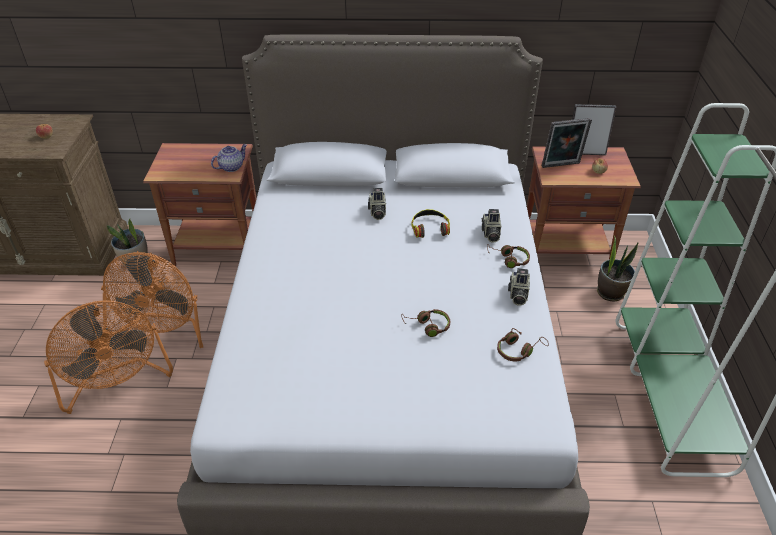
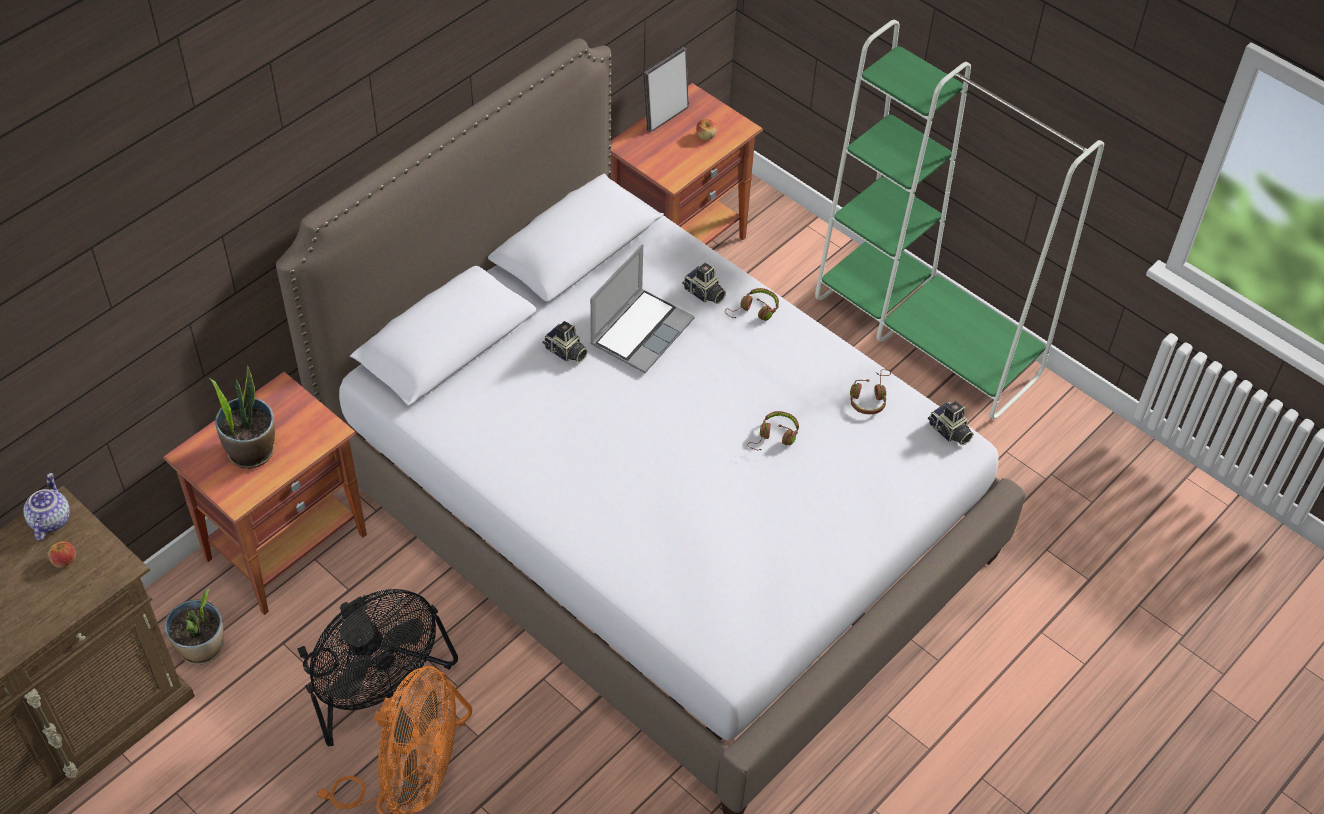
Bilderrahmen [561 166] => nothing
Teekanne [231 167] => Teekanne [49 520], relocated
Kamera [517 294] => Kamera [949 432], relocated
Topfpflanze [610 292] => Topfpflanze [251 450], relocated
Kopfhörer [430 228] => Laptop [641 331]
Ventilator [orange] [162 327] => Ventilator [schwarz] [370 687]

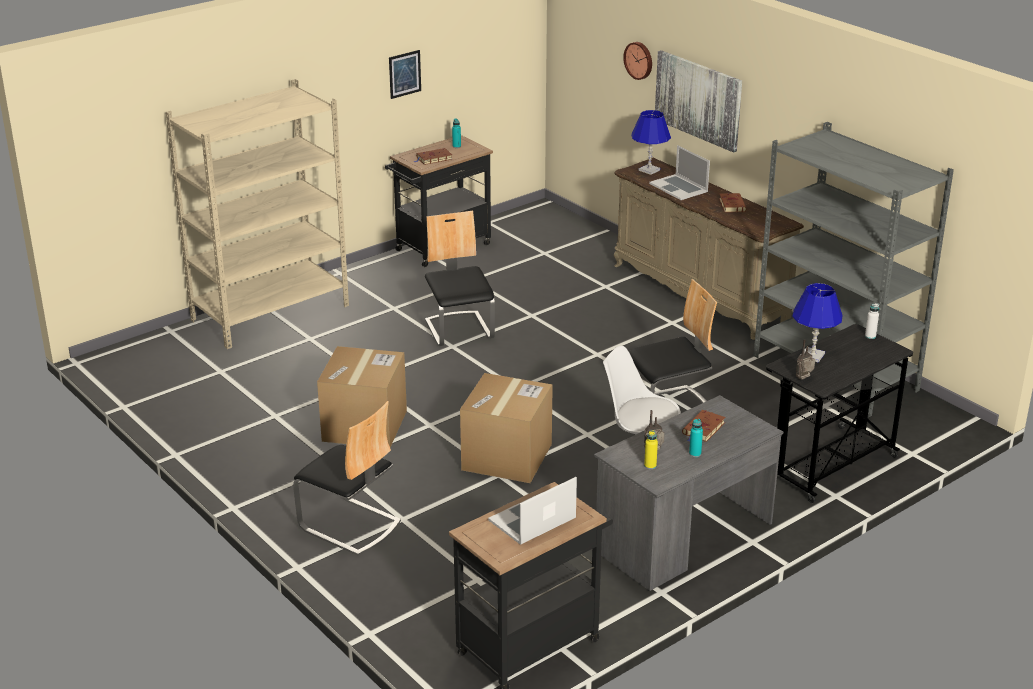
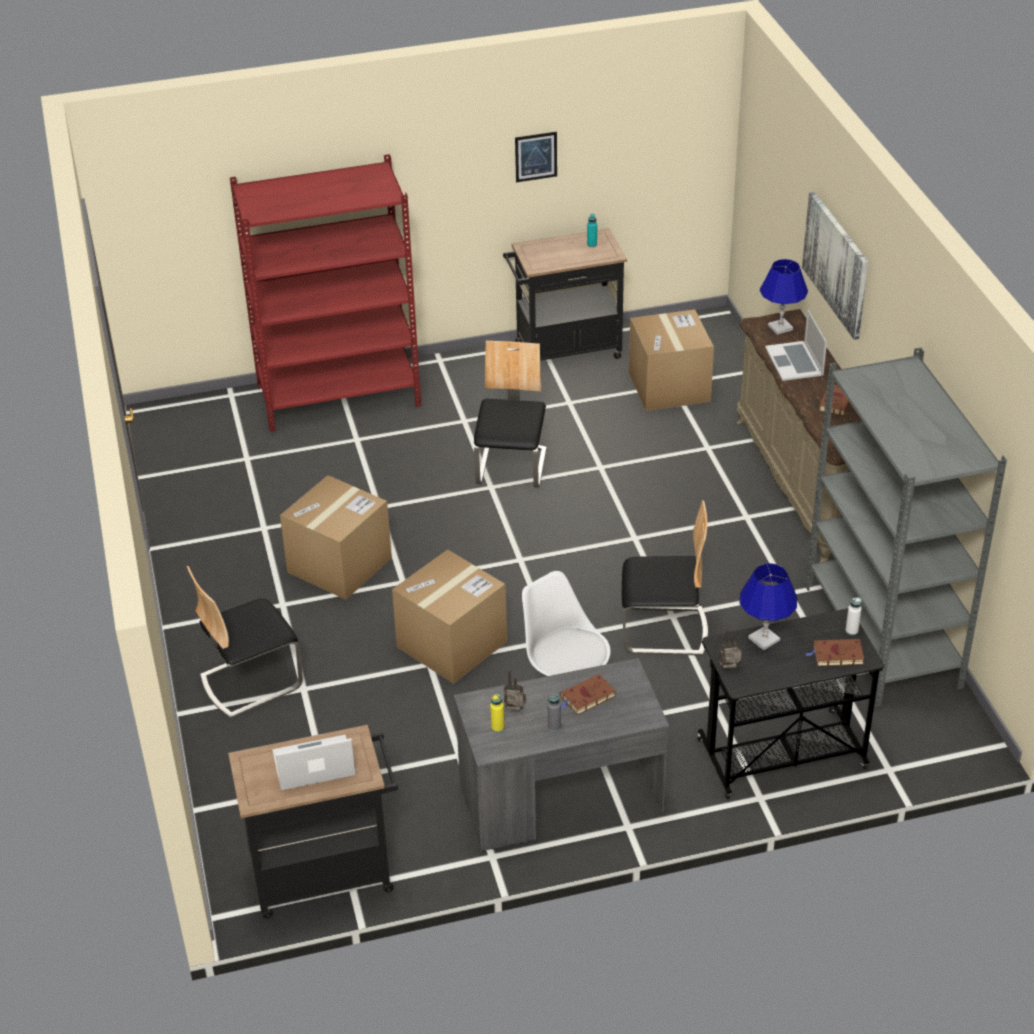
Wanduhr [639 60] => nothing
nothing => Karton [669 387]
Buch [braun] [433 159] => Buch [braun] [836 655], relocated
Bücherregal [beige] [270 313] => Bücherregal [rot] [339 396]
Flasche [türkis] [695 454] => Flasche [grau] [554 726]
Stuhl [350 525] => Stuhl [250 681], 90 degrees clockwise

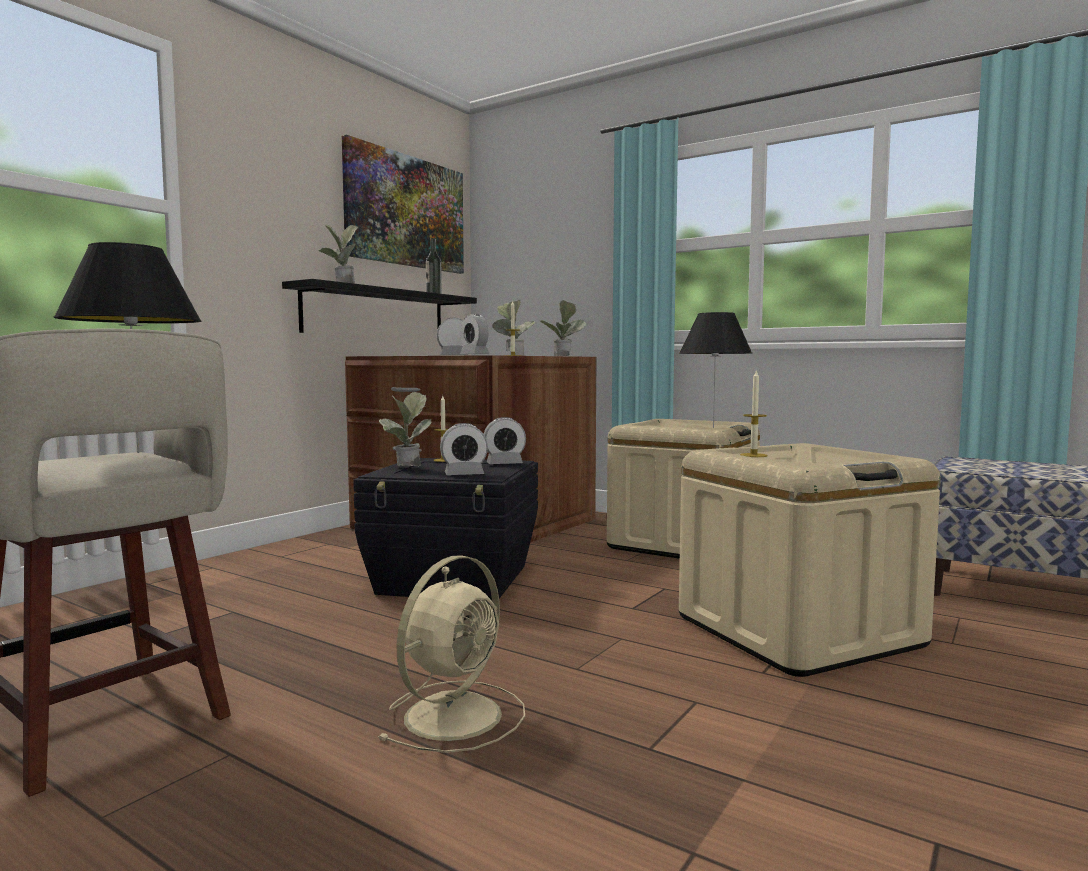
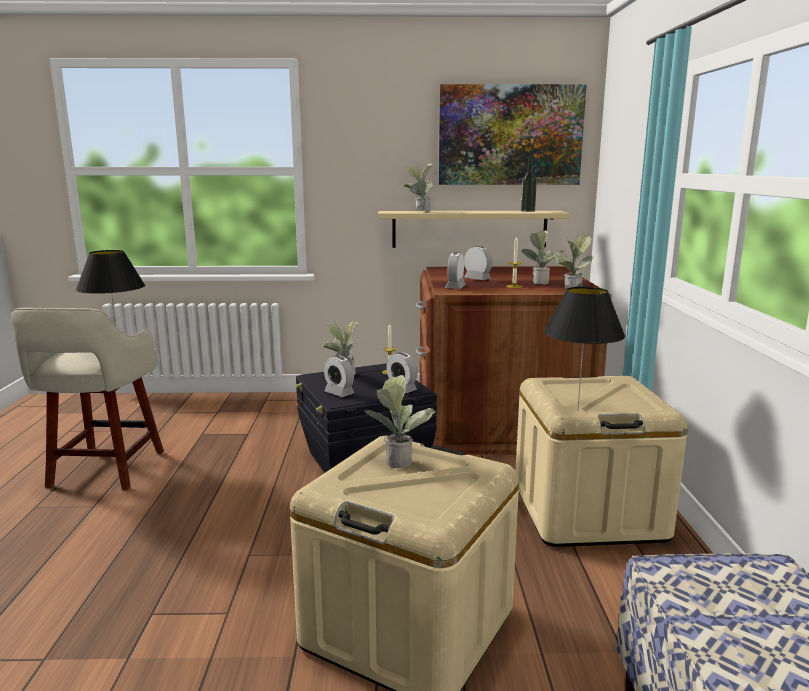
Ventilator [beige] [456 714] => nothing
Kerze [753 455] => Topfpflanze [398 459]
Wandregal [schwarz] [376 313] => Wandregal [beige] [469 229]

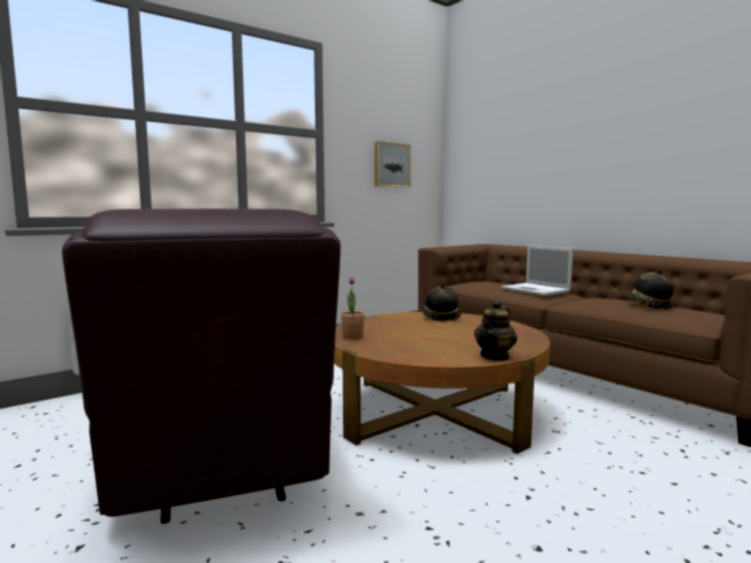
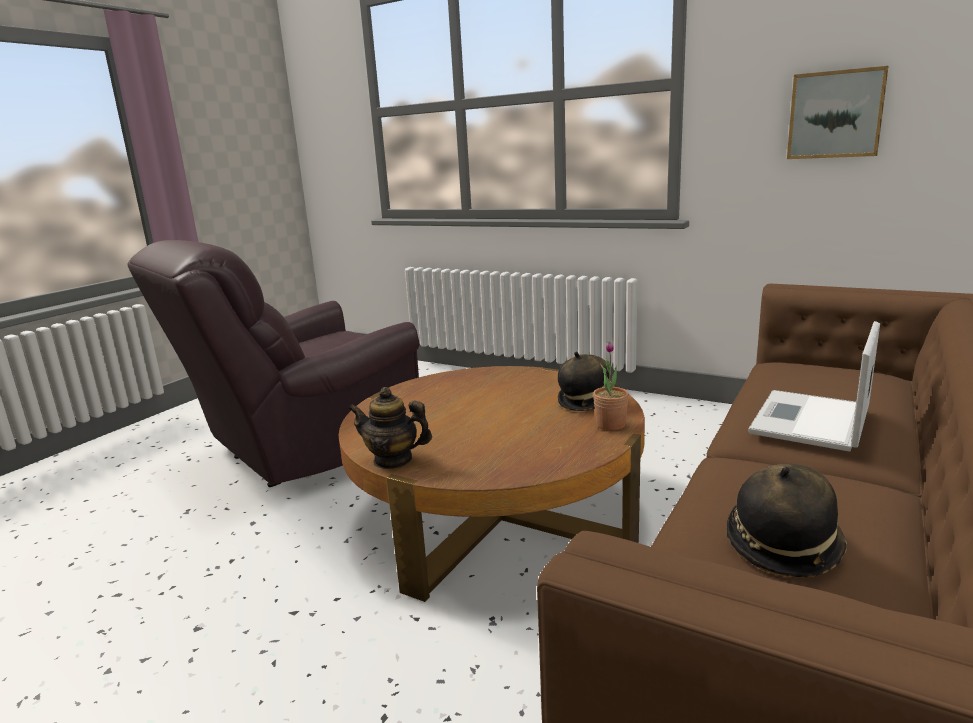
Topfpflanze [352 337] => Topfpflanze [610 425], relocated

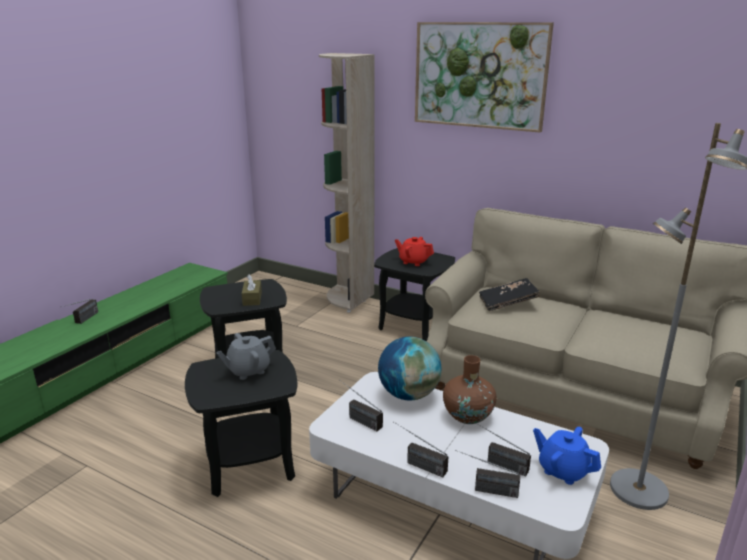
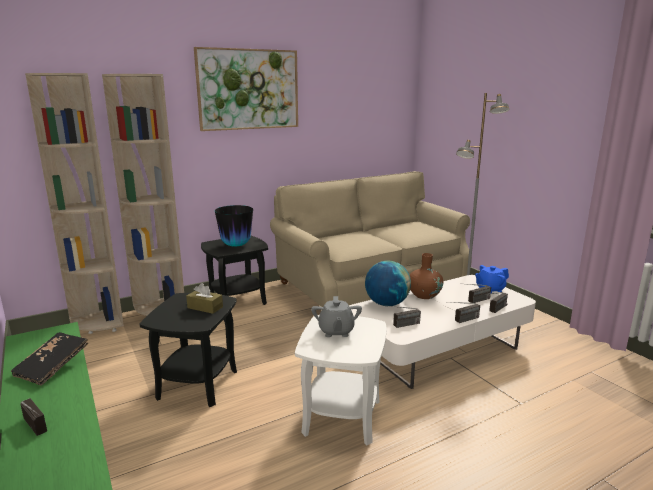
nothing => Bücherregal [beige] [98 327]
Buch [schwarz] [507 303] => Buch [schwarz] [52 367], relocated
Teekanne [rot] [413 262] => Vase [236 245]
Beistelltisch [schwarz] [249 463] => Beistelltisch [weiß] [341 416]

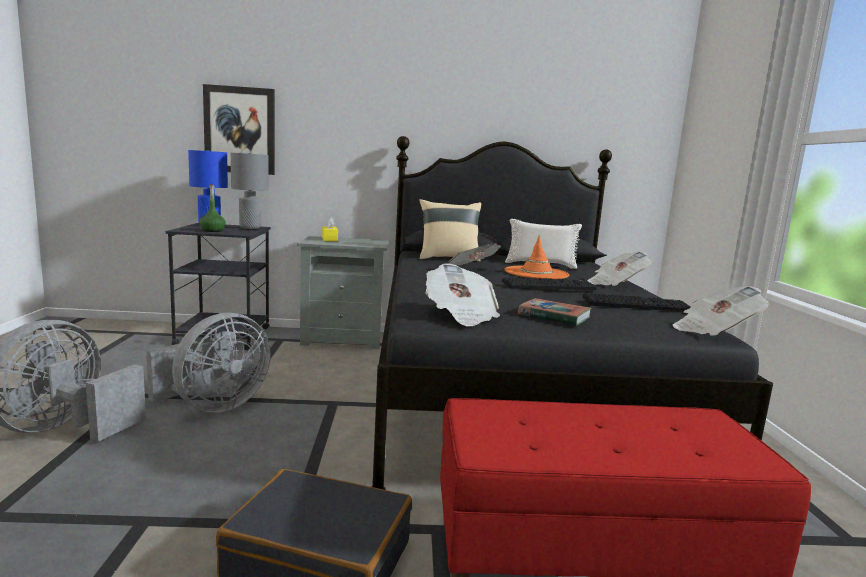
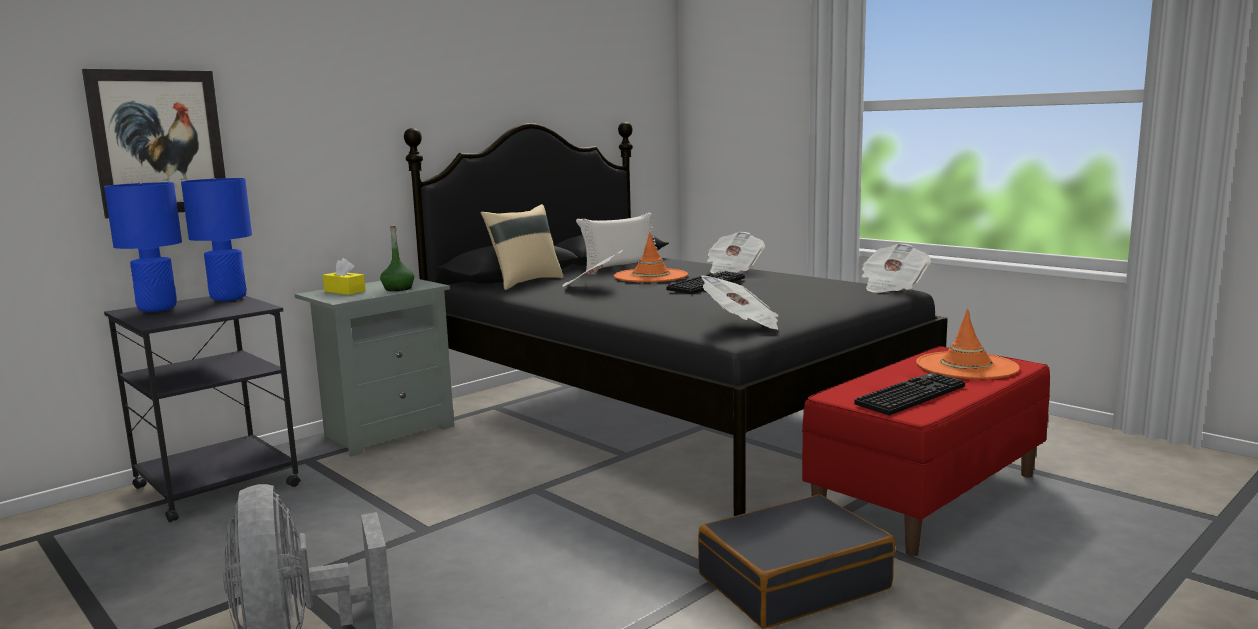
Ventilator [grau] [214 406] => nothing
Buch [553 316] => nothing
nothing => Hut [orange] [966 366]
Flasche [grün] [213 230] => Flasche [grün] [398 289], relocated
Tastatur [636 304] => Tastatur [909 395], relocated
Tischlampe [grau] [250 228] => Tischlampe [blau] [228 300]

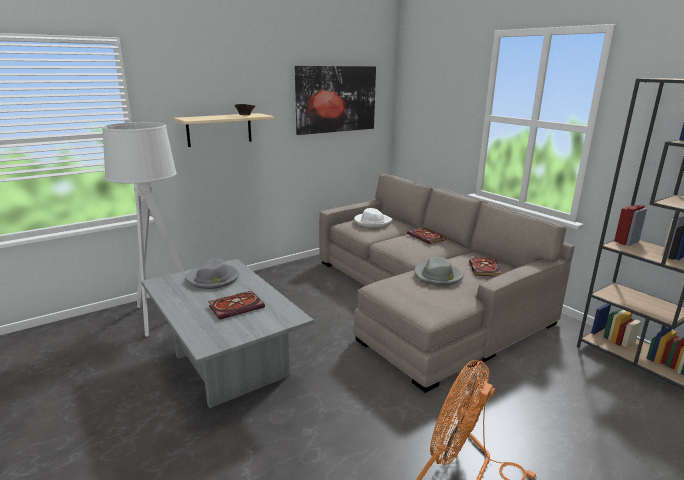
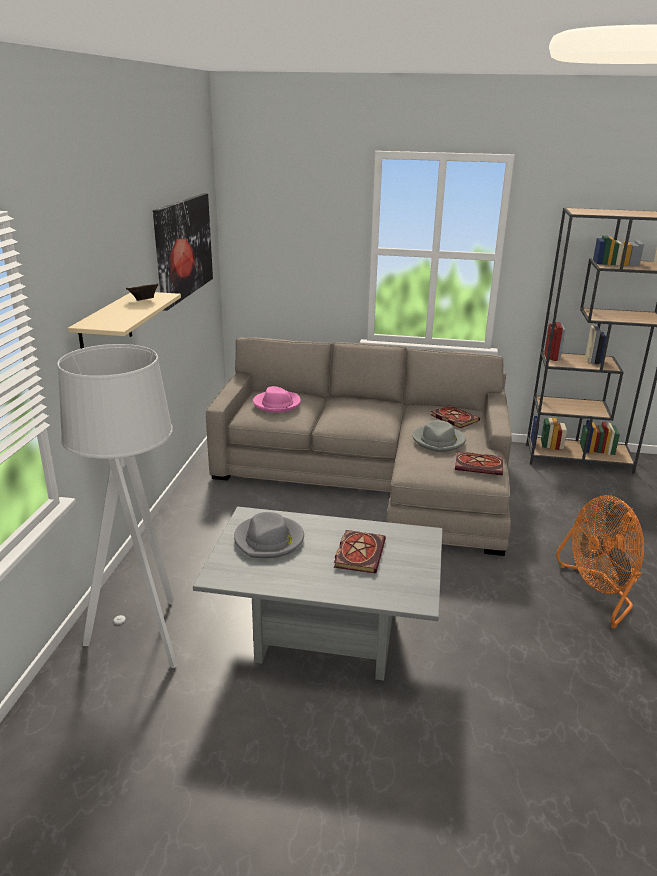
Buch [427 237] => Buch [480 465], relocated
Hut [weiß] [372 221] => Hut [rosa] [277 404]

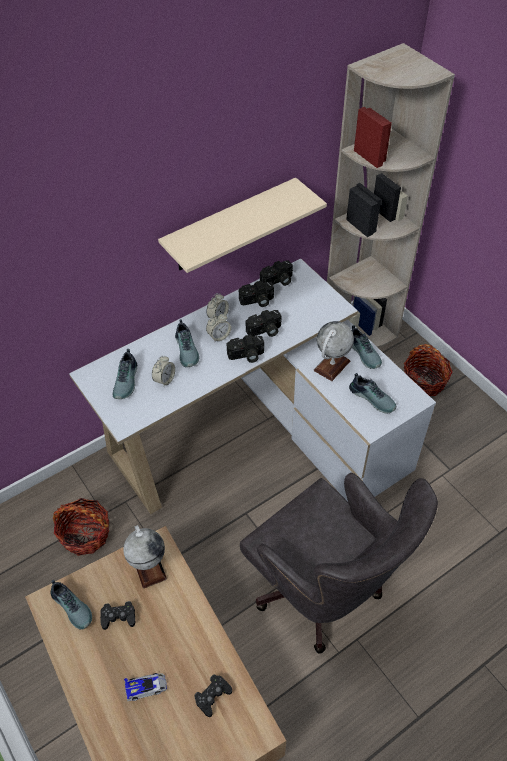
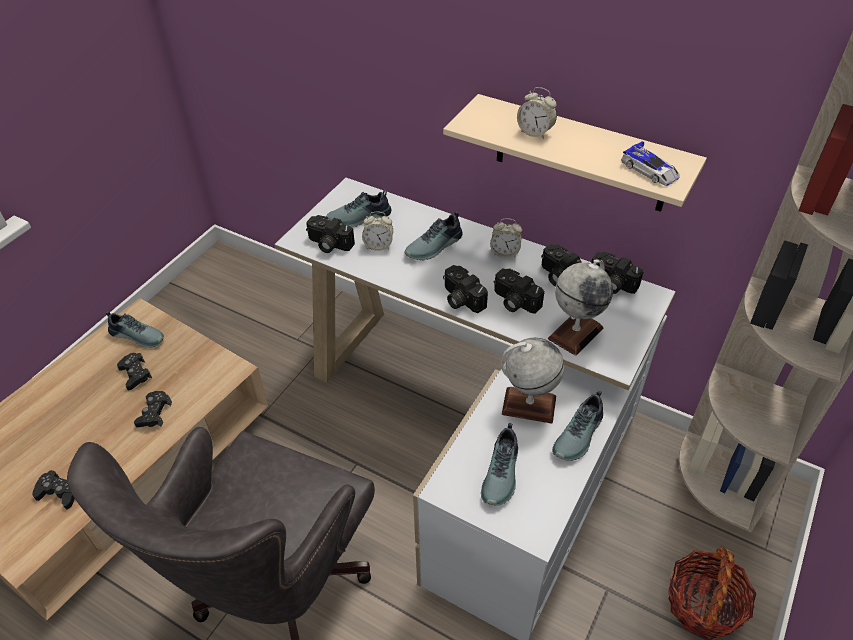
Korb [85 534] => nothing
nothing => Gamepad [schwarz] [154 413]
nothing => Kamera [328 244]
Globus [149 568] => Globus [575 333], relocated
Spielzeugauto [146 687] => Spielzeugauto [650 170], relocated
Wecker [219 336] => Wecker [535 132], relocated
Schuh [73 606] => Schuh [138 335], 90 degrees counterclockwise

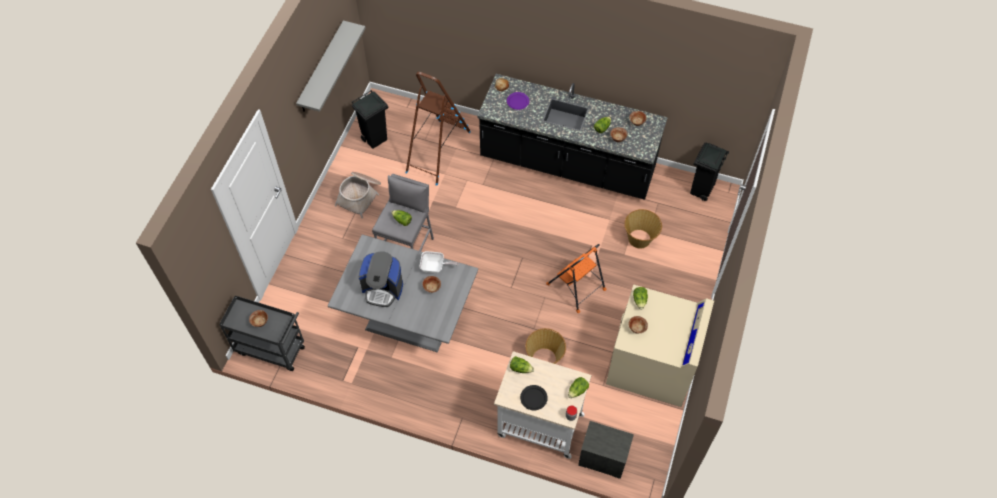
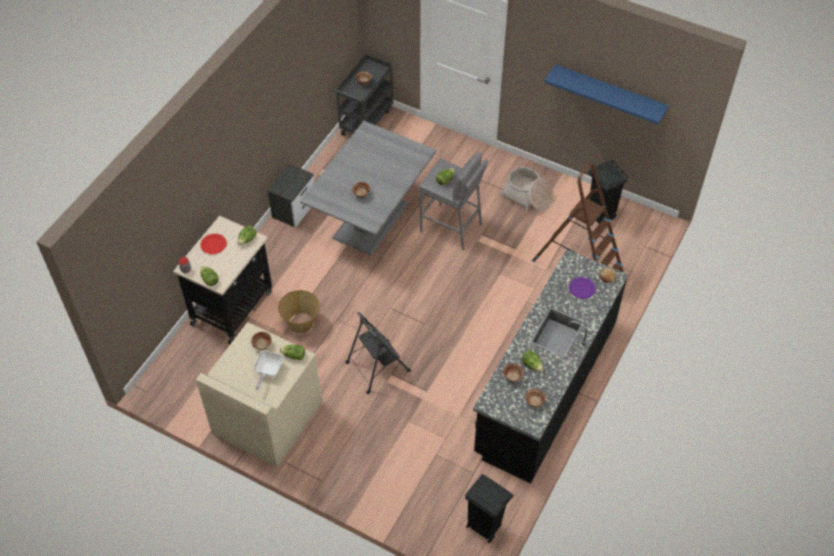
Kaffeemaschine [383 289] => nothing
Korb [640 239] => nothing
Pfanne [435 267] => Pfanne [268 372], relocated
Nachttisch [602 457] => Nachttisch [295 209], relocated
Wandregal [grau] [321 68] => Wandregal [blau] [609 92]
Rollwagen [weiß] [539 425] => Rollwagen [schwarz] [232 307]
Teller [schwarz] [534 398] => Teller [rot] [213 245]
Trittleiter [orange] [577 287] => Trittleiter [schwarz] [376 367]

